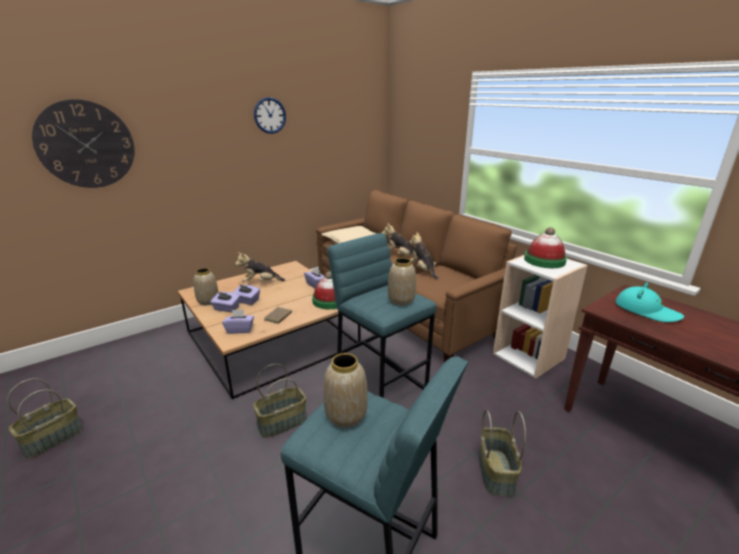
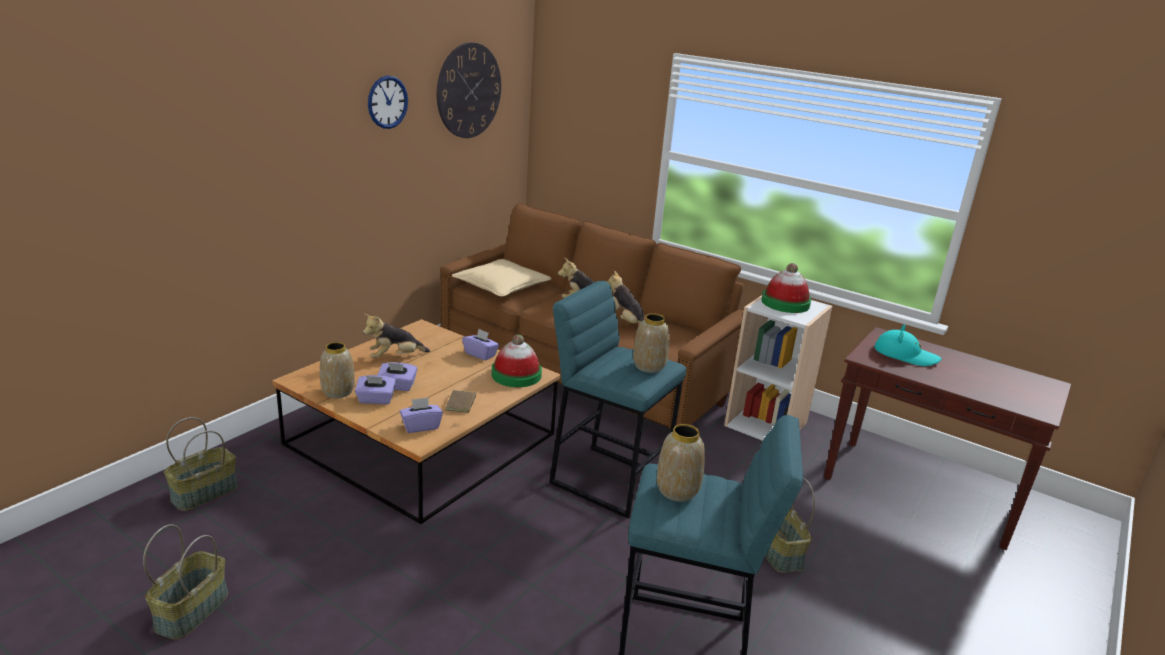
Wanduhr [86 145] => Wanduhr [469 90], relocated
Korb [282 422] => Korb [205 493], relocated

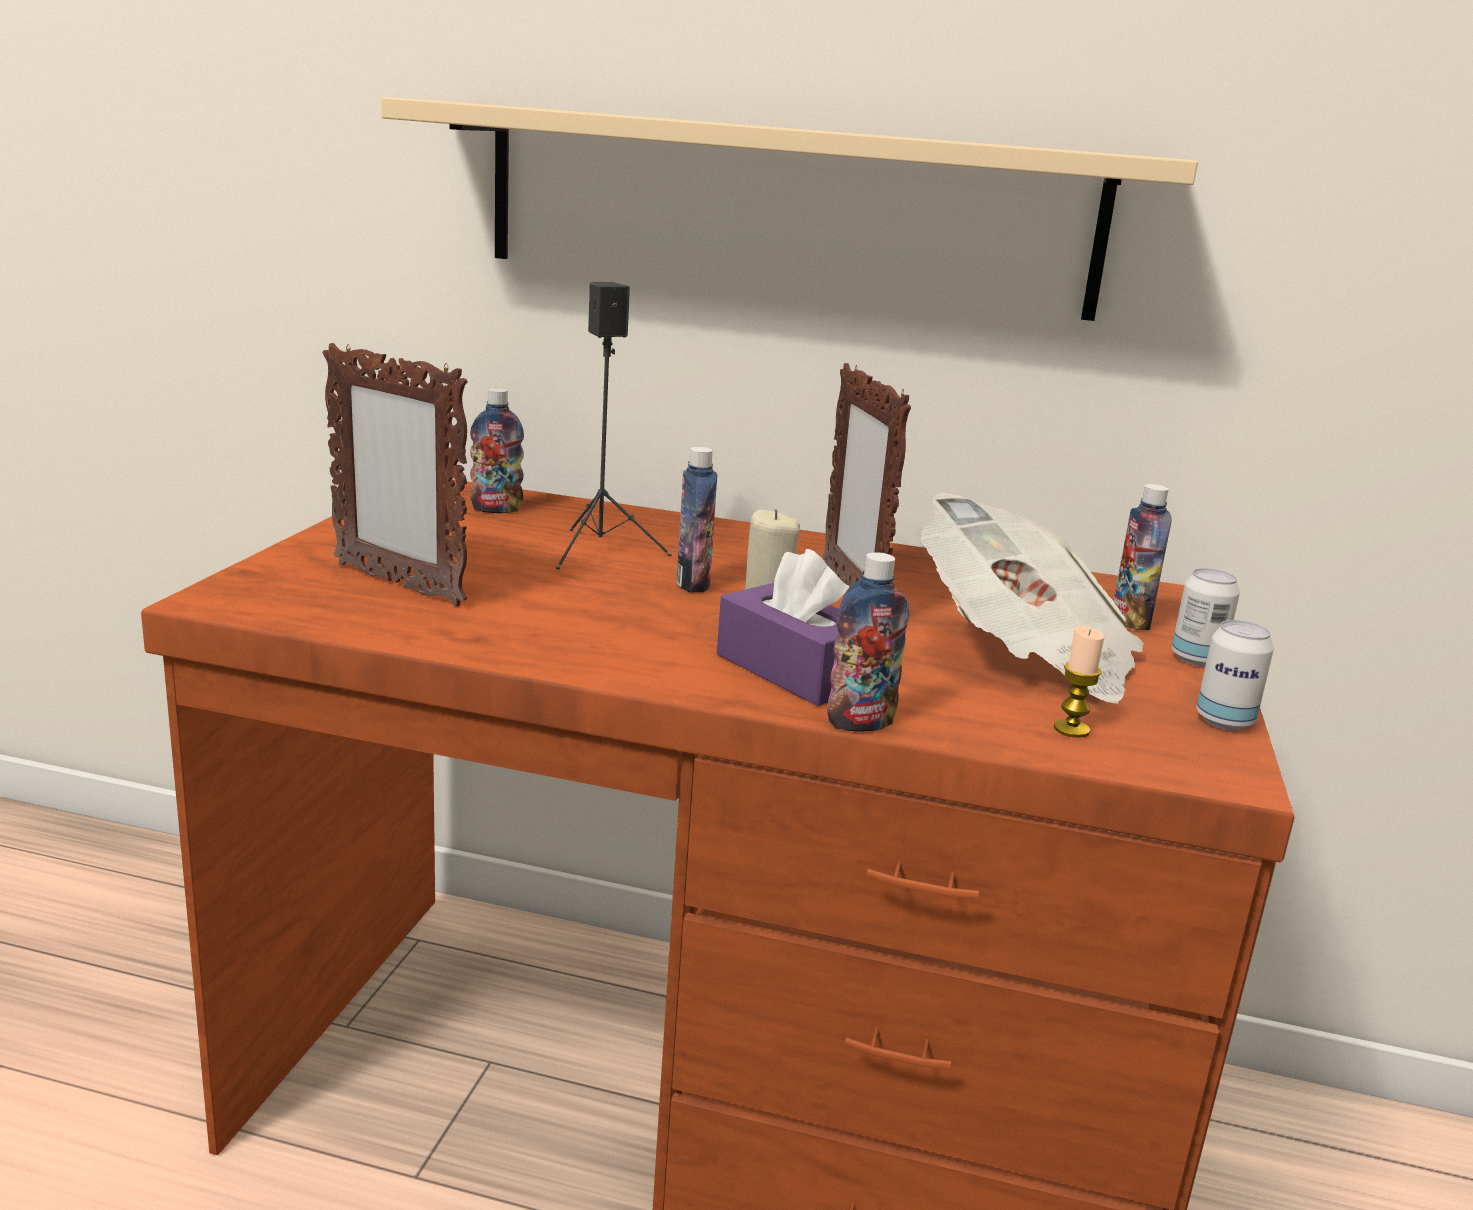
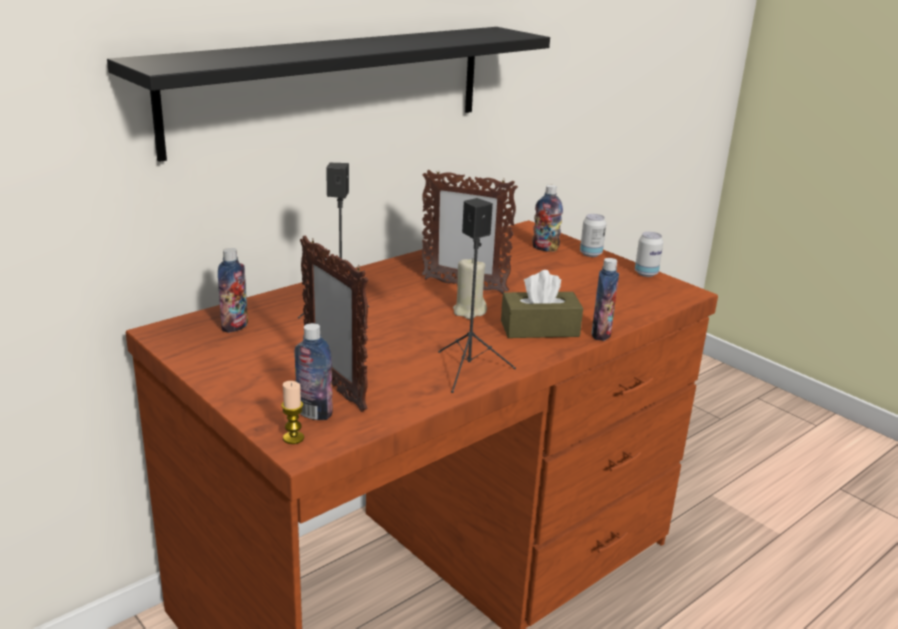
Zeitung [1025 655] => nothing
nothing => Lautsprecher [schwarz] [469 370]
Flasche [693 584] => Flasche [314 413], relocated
Kerze [1071 729] => Kerze [293 438], relocated
Wandregal [beige] [787 209] => Wandregal [schwarz] [332 87]
Taschentuchbox [lila] [793 671] => Taschentuchbox [braun] [539 329]
Bilderrahmen [398 584] => Bilderrahmen [335 387], 75 degrees clockwise

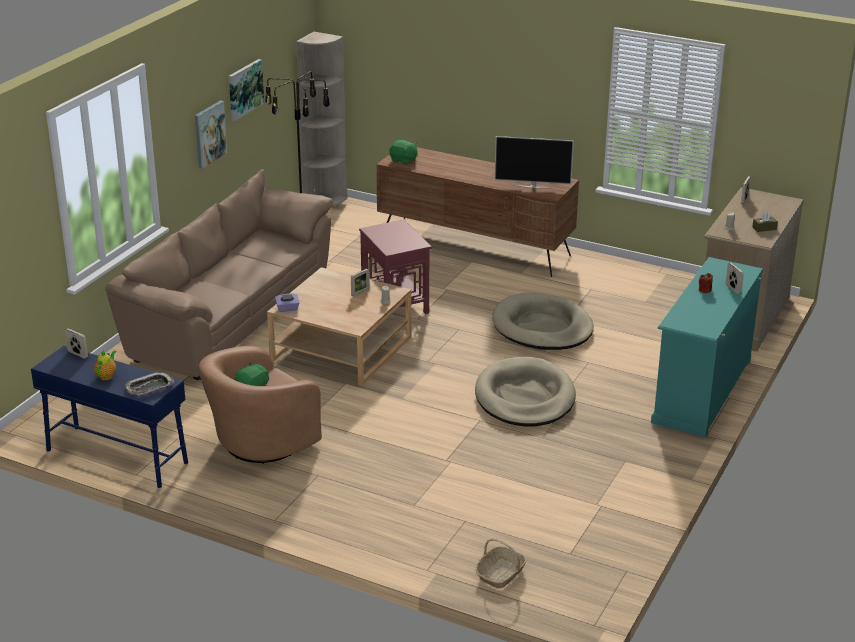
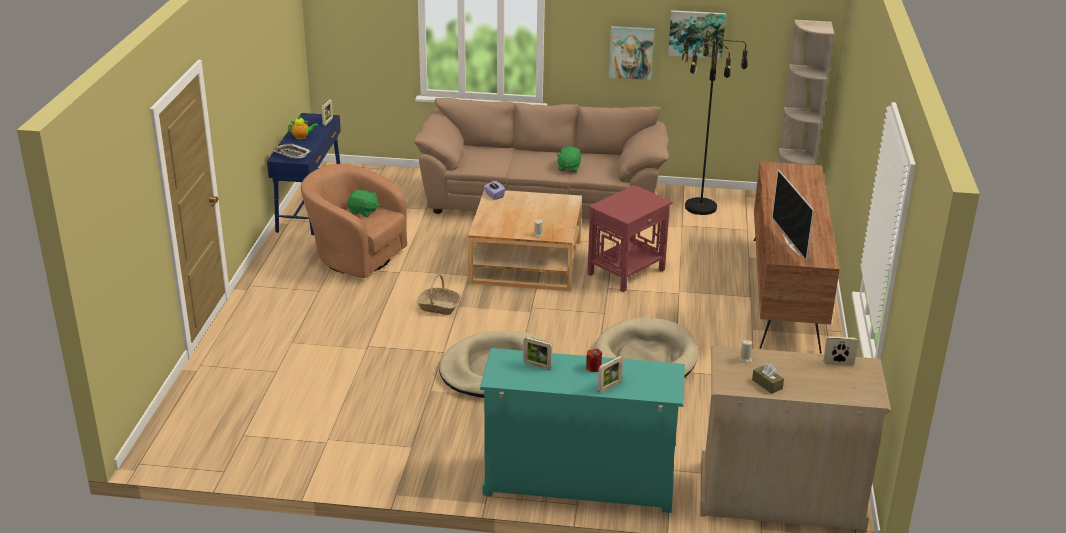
Bilderrahmen [360 292] => Bilderrahmen [537 365], relocated
Plüschtier [grün] [403 160] => Plüschtier [grün] [568 168], relocated
Korb [500 574] => Korb [438 307], relocated

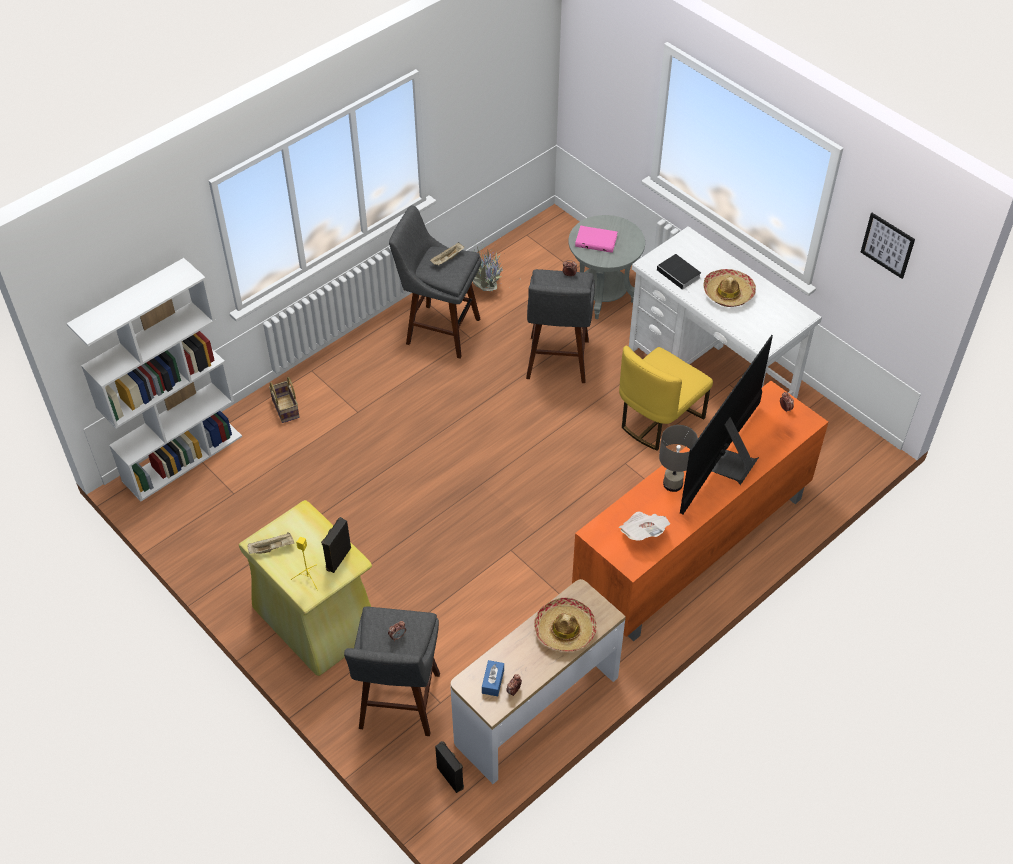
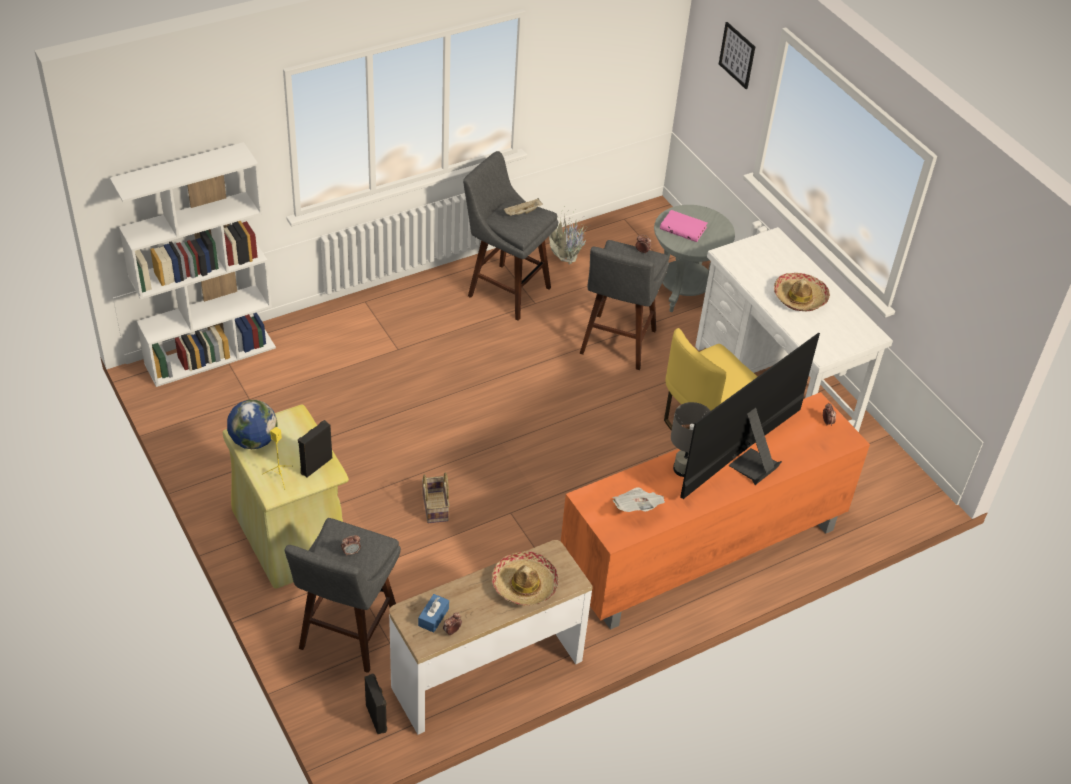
Buch [679 274] => nothing
Korb [286 409] => Korb [436 508], relocated
Bild [887 245] => Bild [737 55], relocated
Tablett [beige] [272 548] => Globus [254 441]

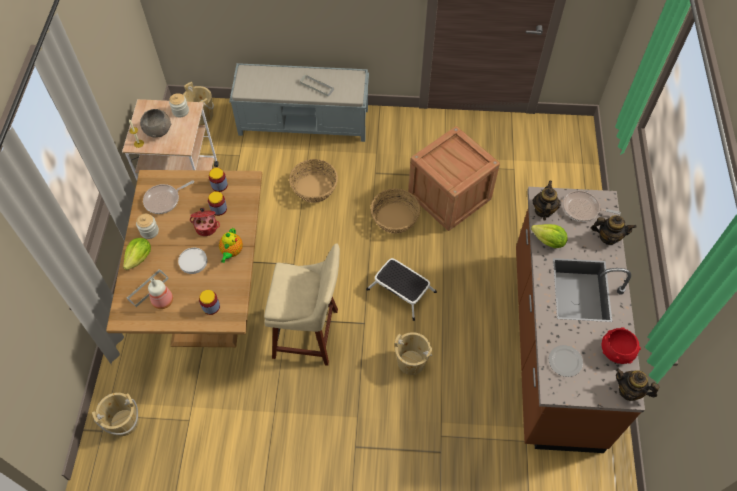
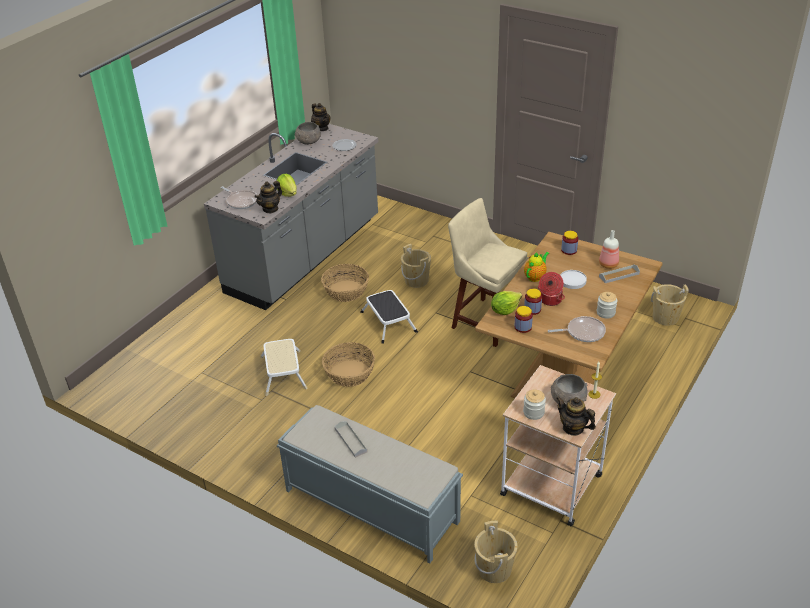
Salatkopf [140 258] => Salatkopf [505 310], relocated
Korb [314 188] => Korb [346 291], relocated
Teekanne [608 237] => Teekanne [573 428], relocated
Kiste [449 196] => Trittleiter [beige] [283 372]
Küchenzeile [braun] [553 346] => Küchenzeile [grau] [305 256]
Schüssel [rot] [616 351] => Schüssel [grau] [308 142]

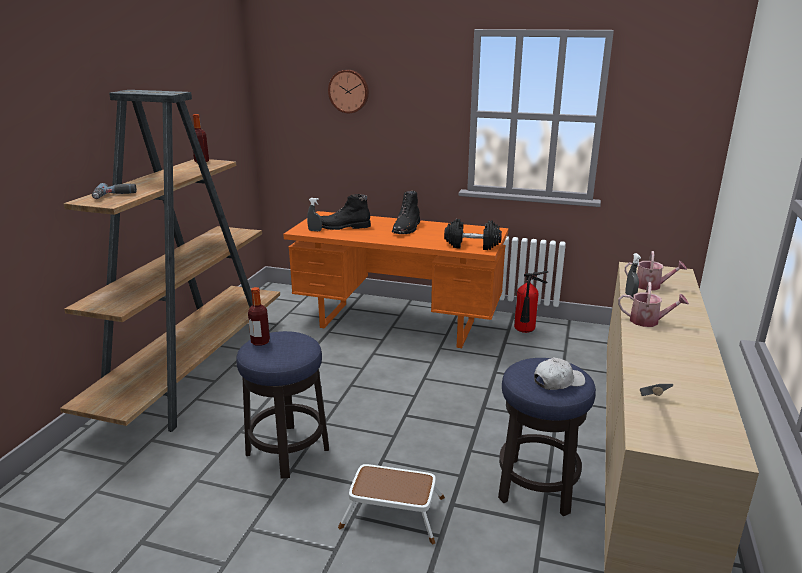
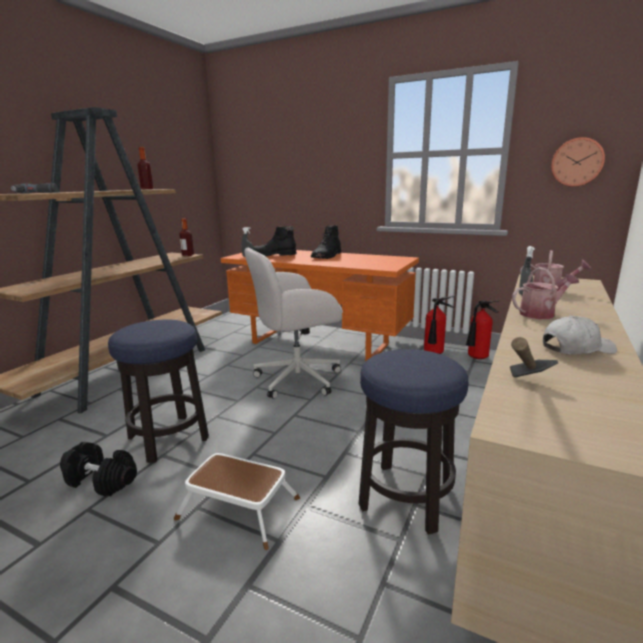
nothing => Bürostuhl [weiß] [298 379]
nothing => Feuerlöscher [476 358]
Flasche [260 342] => Flasche [188 255], relocated
Wanduhr [349 91] => Wanduhr [577 162], relocated
Hantel [schwarz] [472 245] => Hantel [schwarz] [100 481], relocated
Kappe [weiß] [558 381] => Kappe [weiß] [576 348], relocated
Gießkanne [648 321] => Gießkanne [540 313], 45 degrees counterclockwise

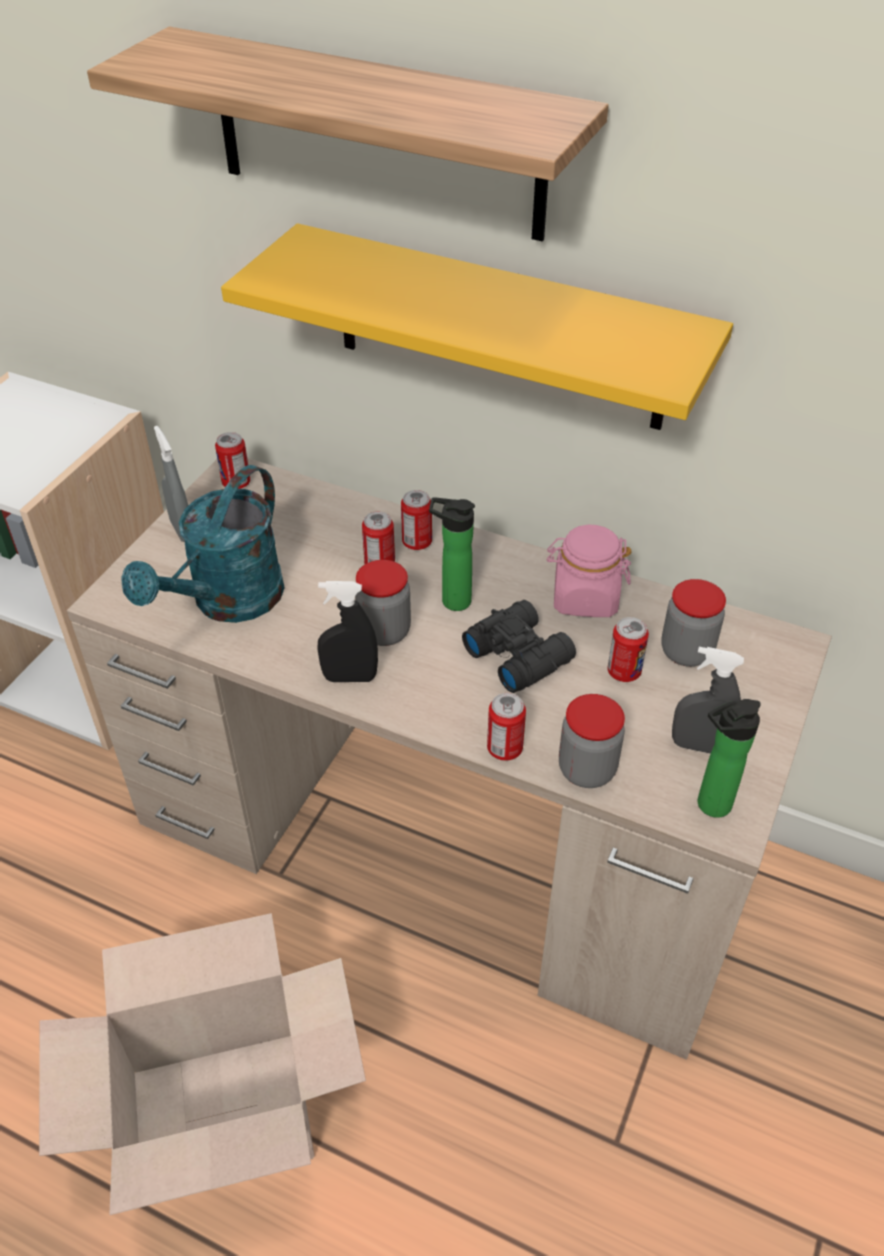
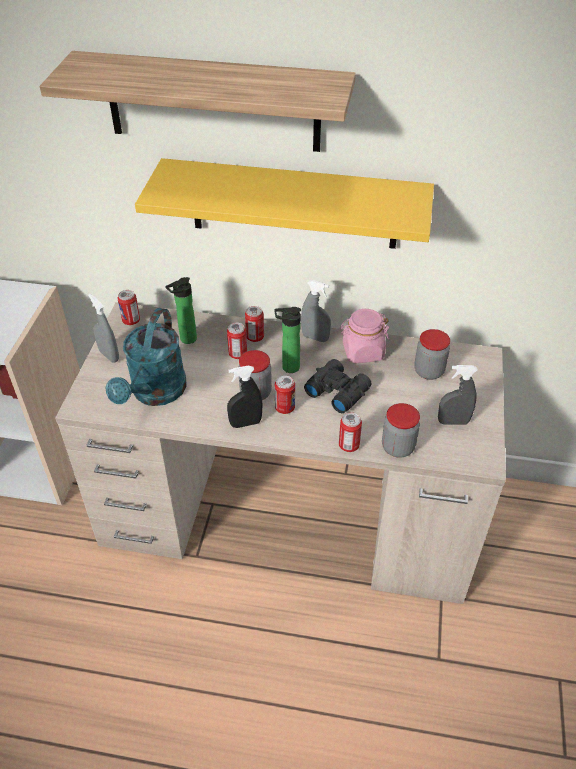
Karton [221 1116] => nothing
nothing => Sprühflasche [grau] [315 337]
Dose [624 672] => Dose [285 408], relocated
Flasche [709 806] => Flasche [186 340], relocated

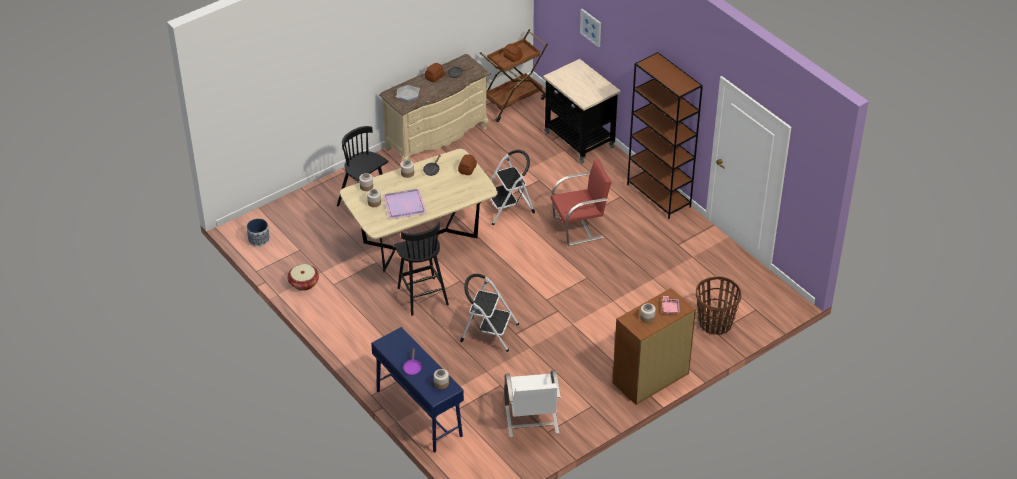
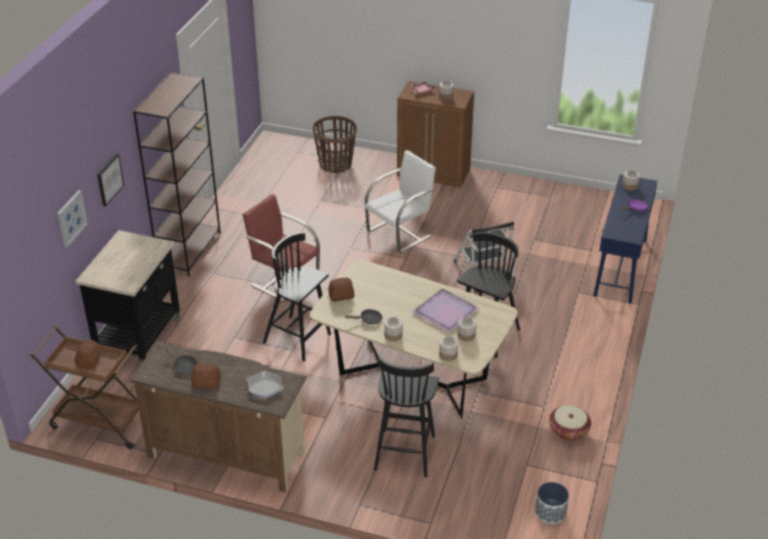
nothing => Bild [109 179]
Stuhl [weiß] [531 420] => Stuhl [weiß] [400 233], relocated
Trittleiter [508 207] => Hocker [schwarz] [299 339]

